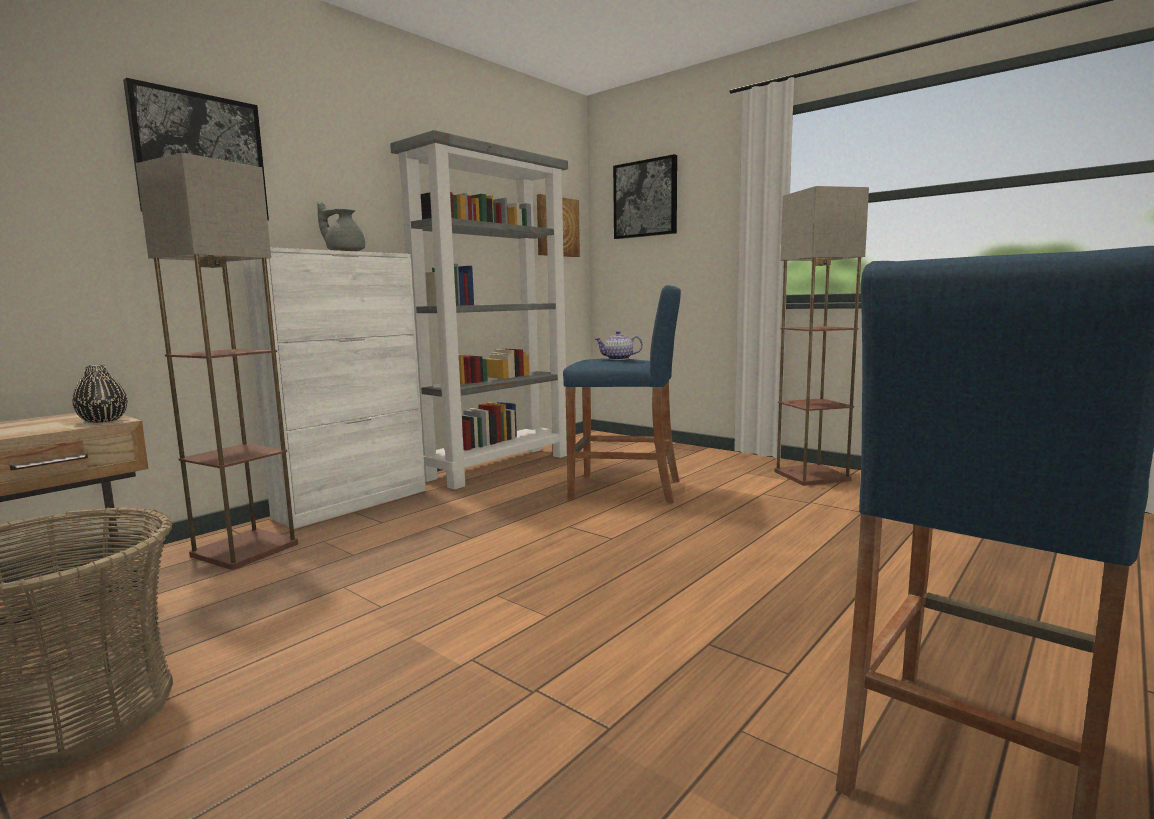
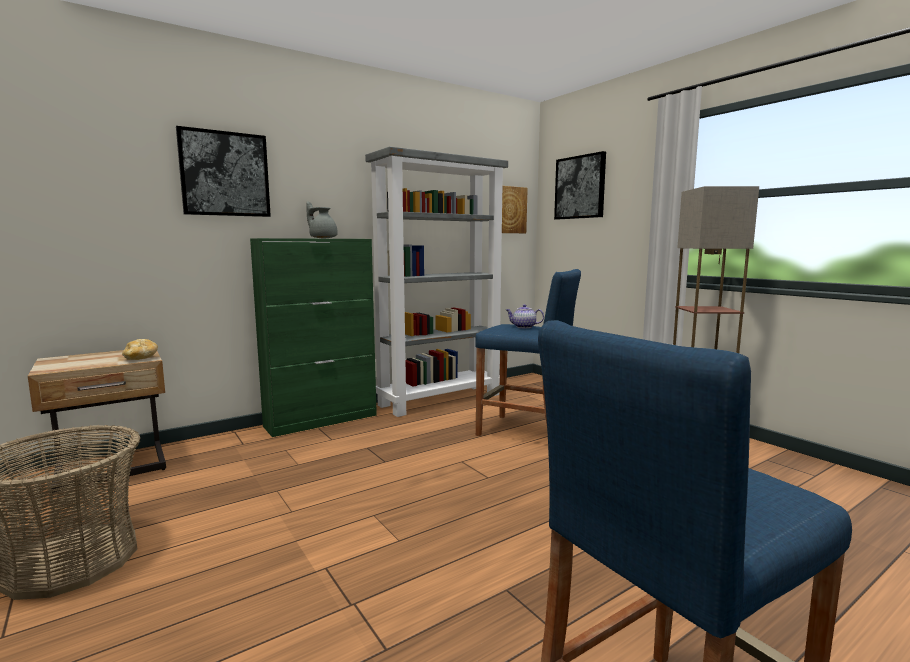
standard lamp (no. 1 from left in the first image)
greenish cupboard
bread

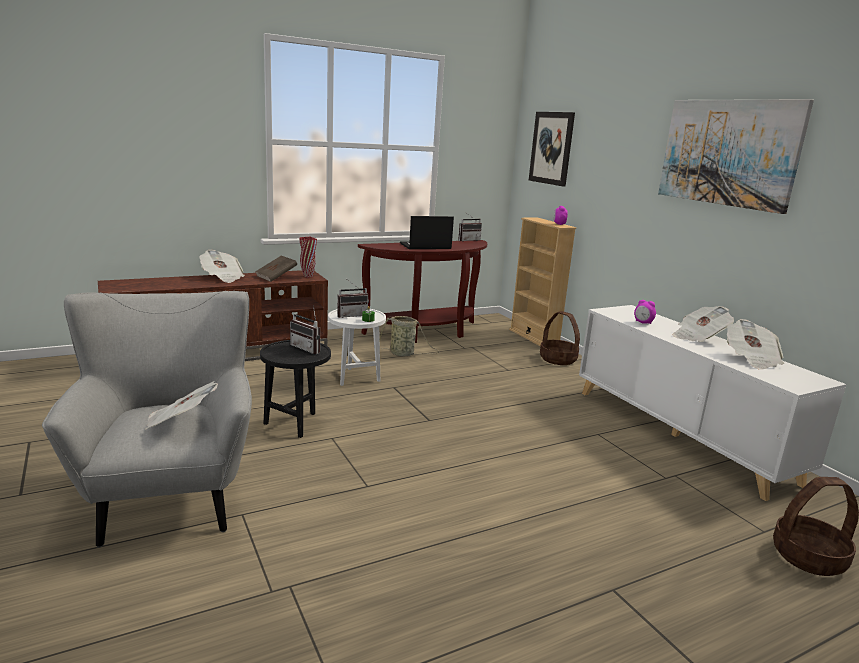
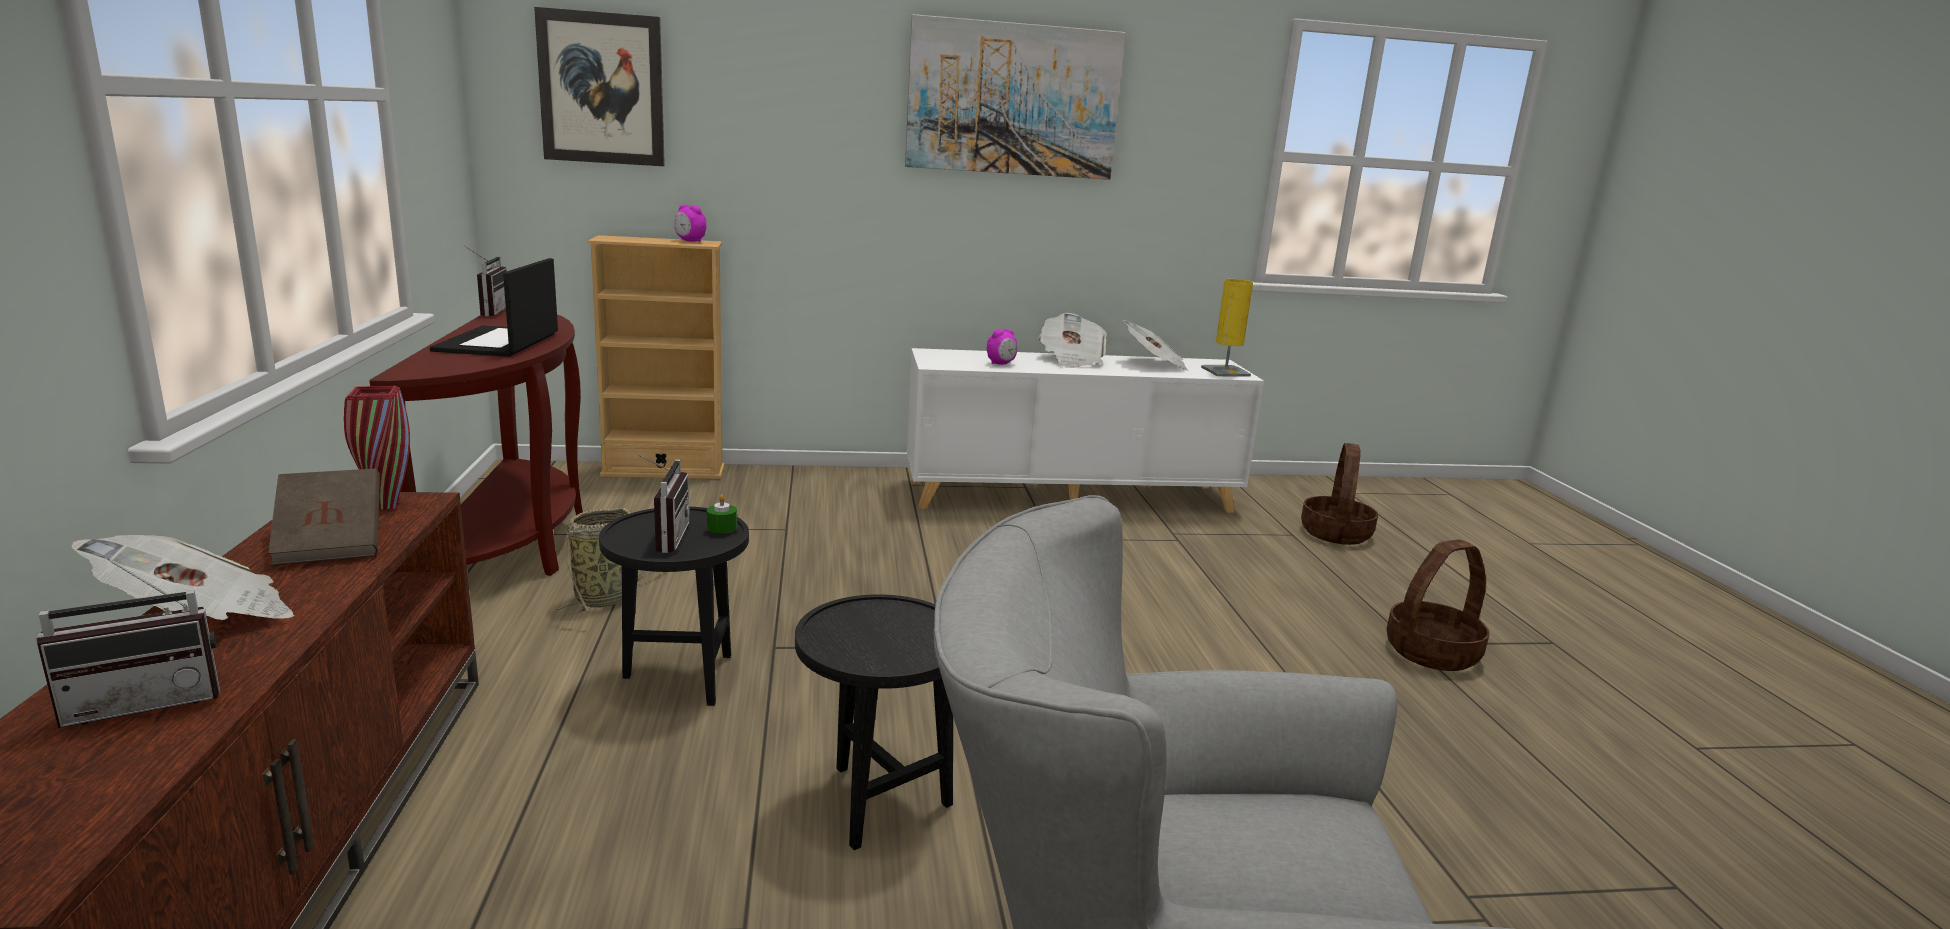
radio (no. 1 from left)
black-coloured accent table (no. 1 from left)
storage basket (no. 3 from left)
newspaper (no. 1 from left in the first image)
yellow-coloured tabletop lamp

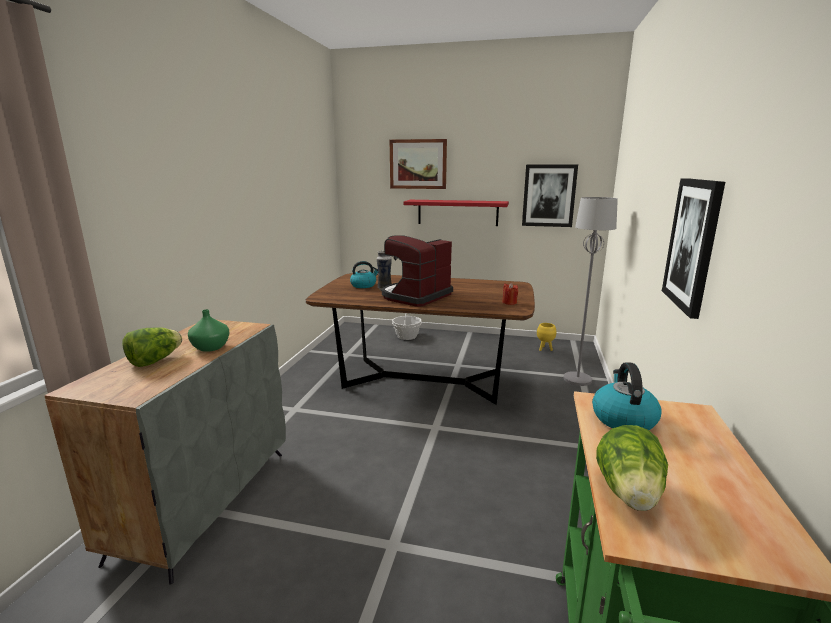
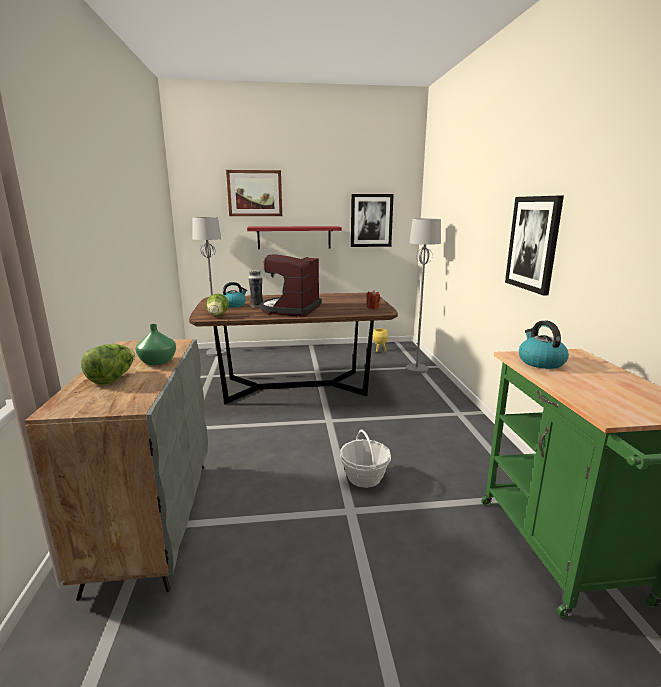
storage basket
lettuce head (no. 2 from left)
gray standard lamp (no. 1 from left)

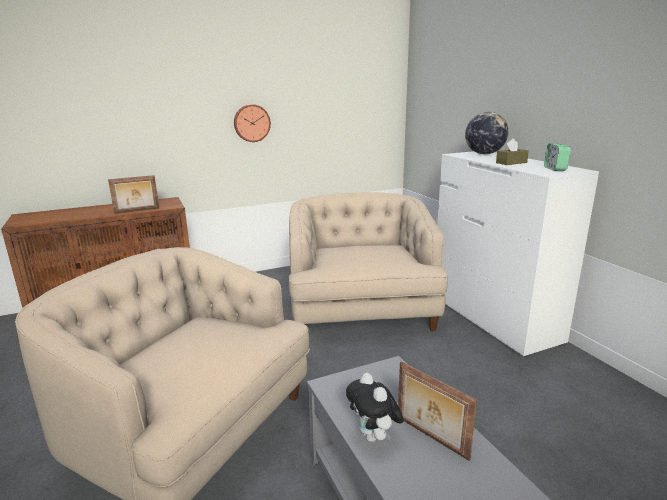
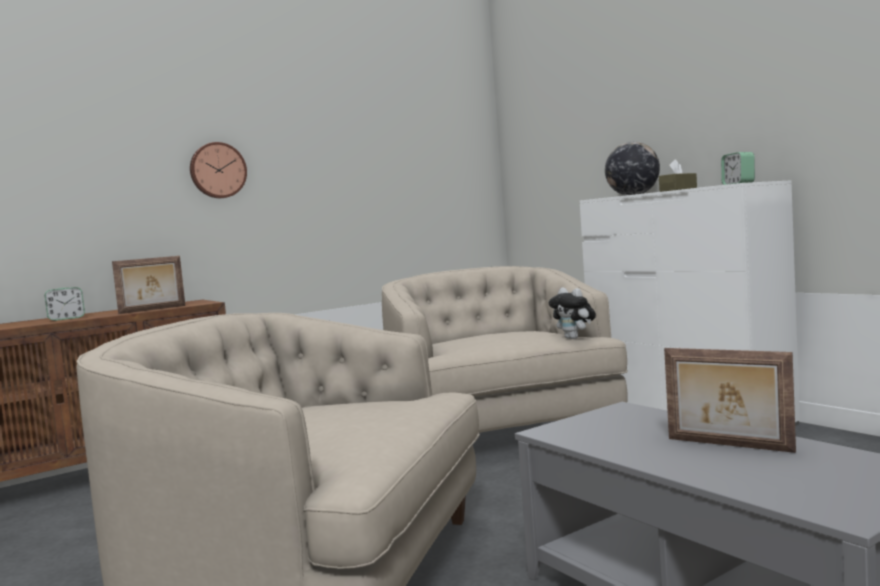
hanging clock
cuddly toy
alarm clock (no. 1 from left)

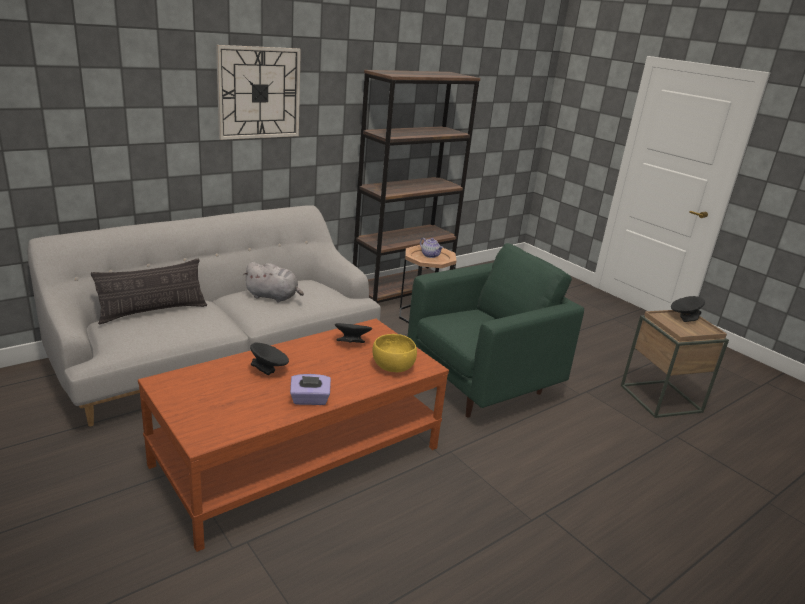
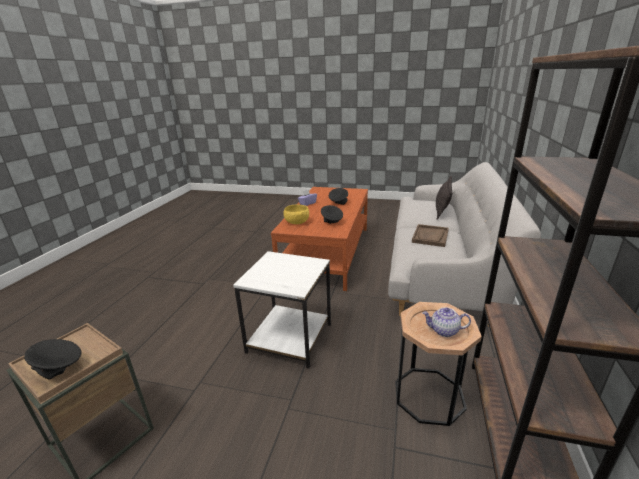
hanging clock
white-coloured accent table
brown-coloured tray

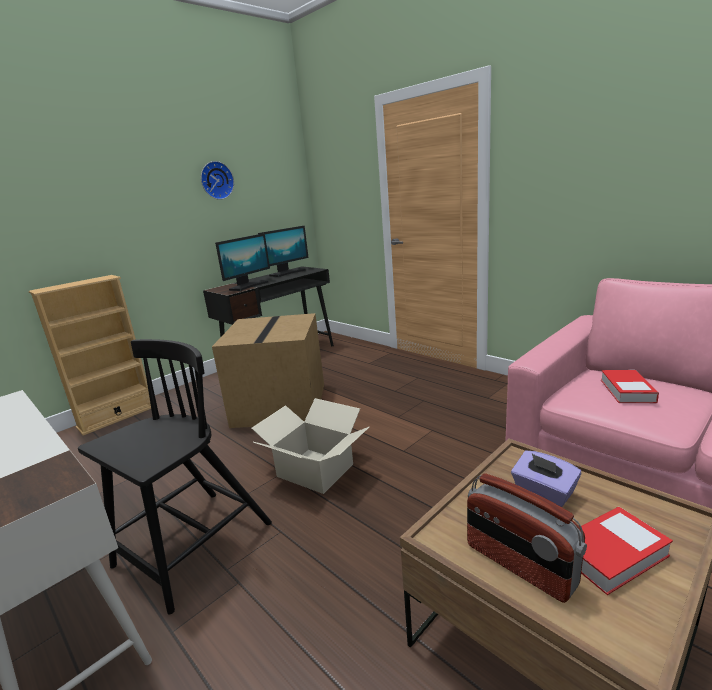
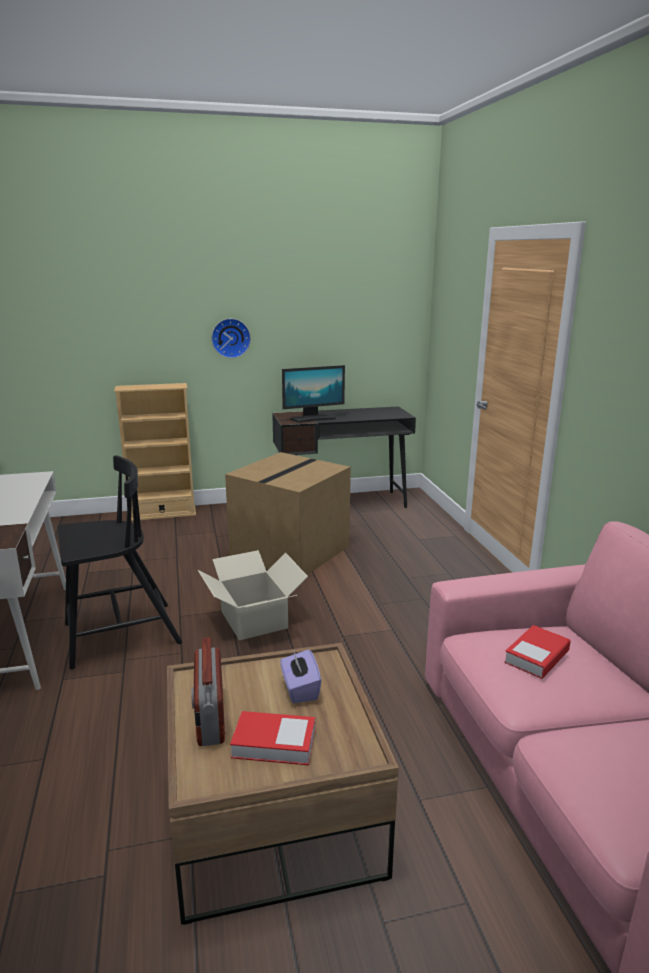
hanging clock
computer screen (no. 2 from left in the first image)

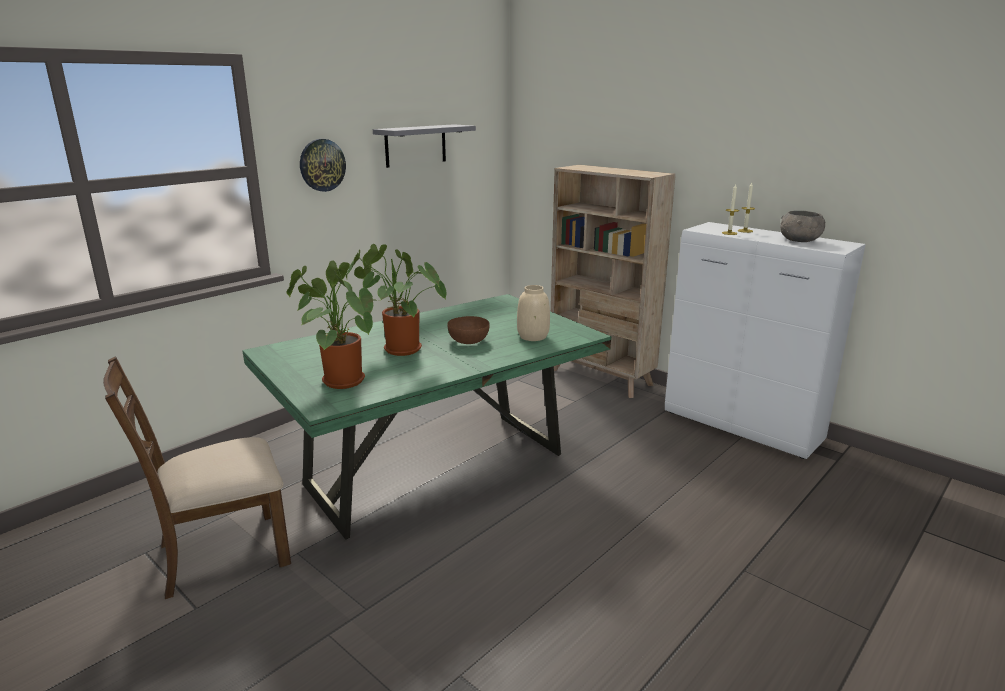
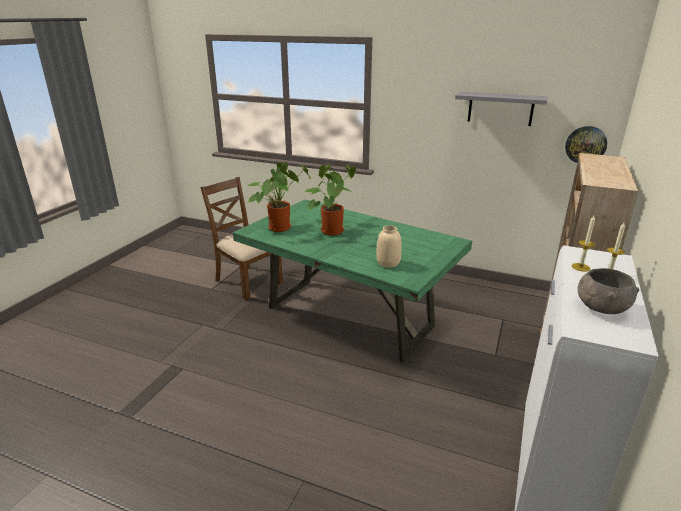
hanging clock
brown-coloured deep dish

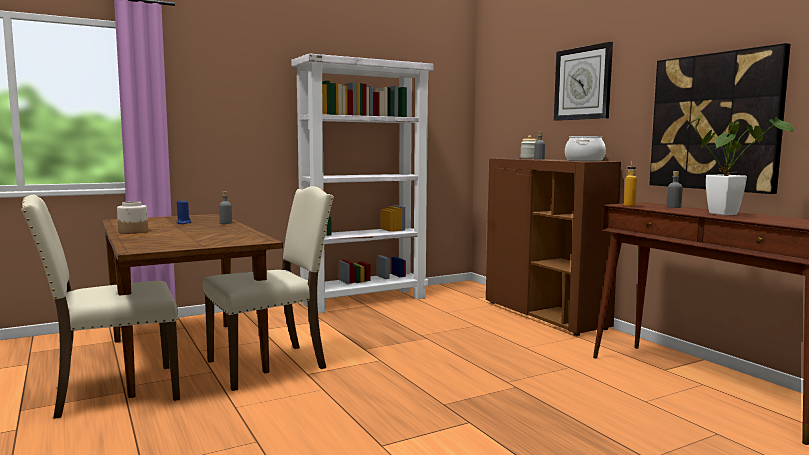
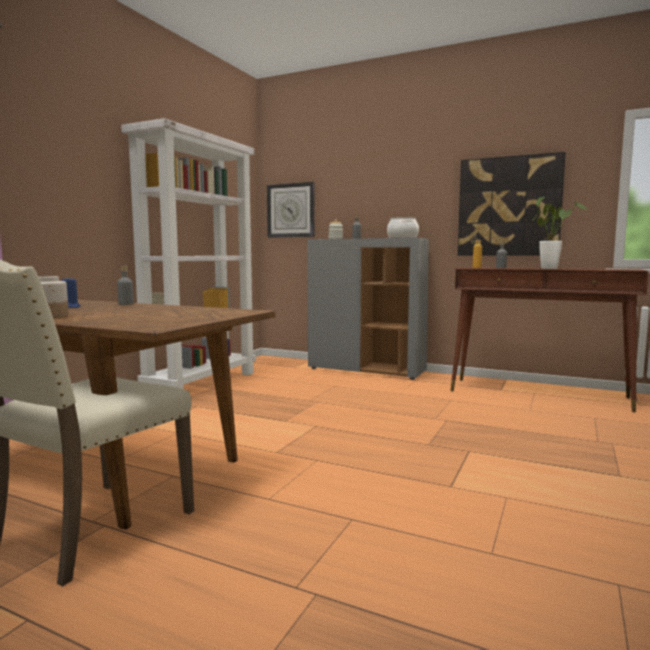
hanging clock
gray cupboard
sand-coloured chair (no. 2 from left in the first image)

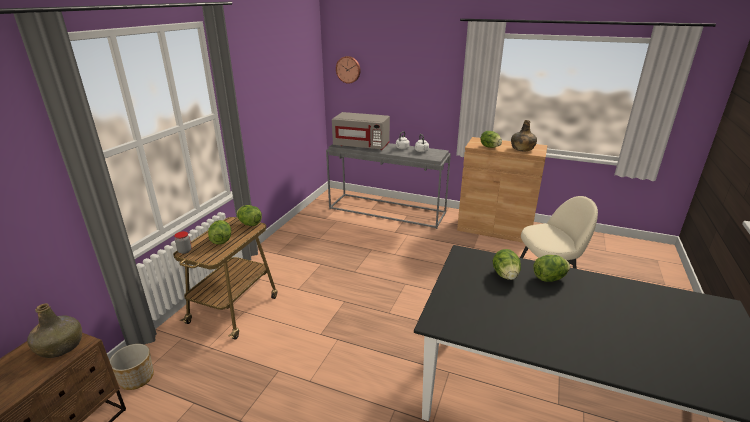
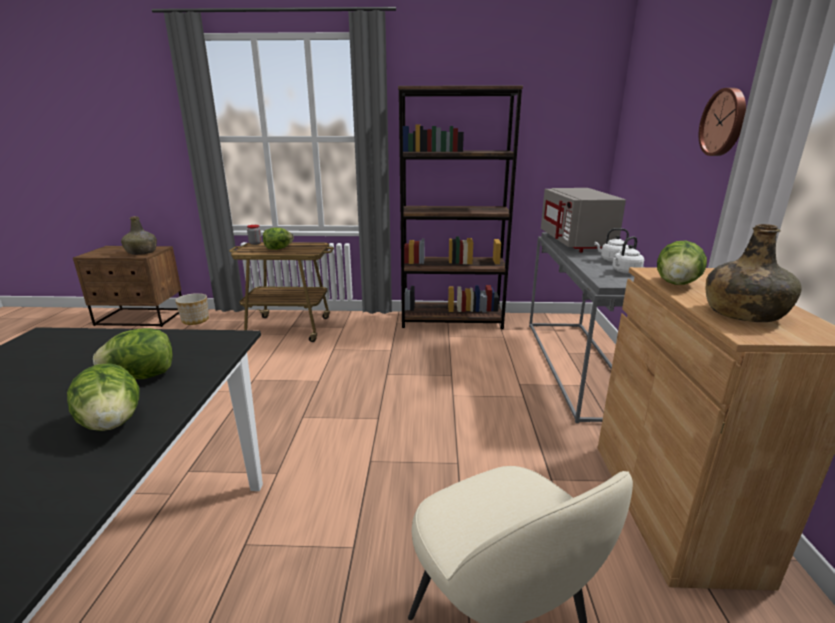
hanging clock
lettuce head (no. 2 from left in the first image)
brown-coloured bookshelf

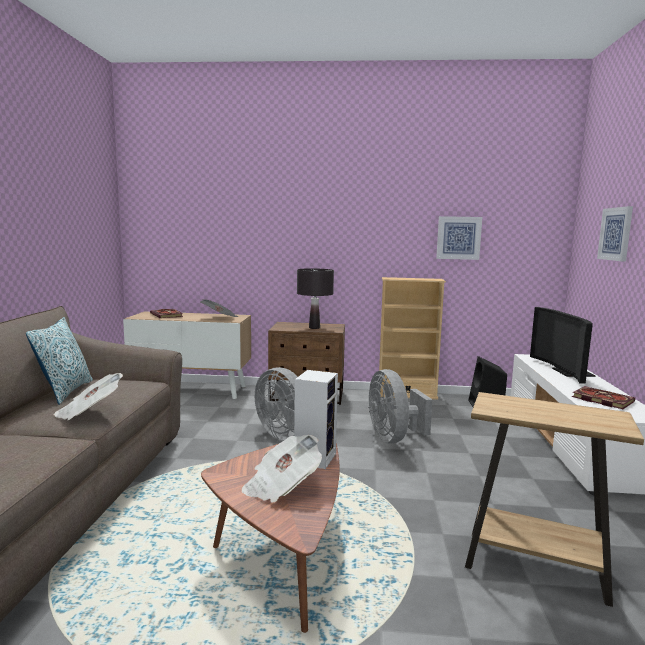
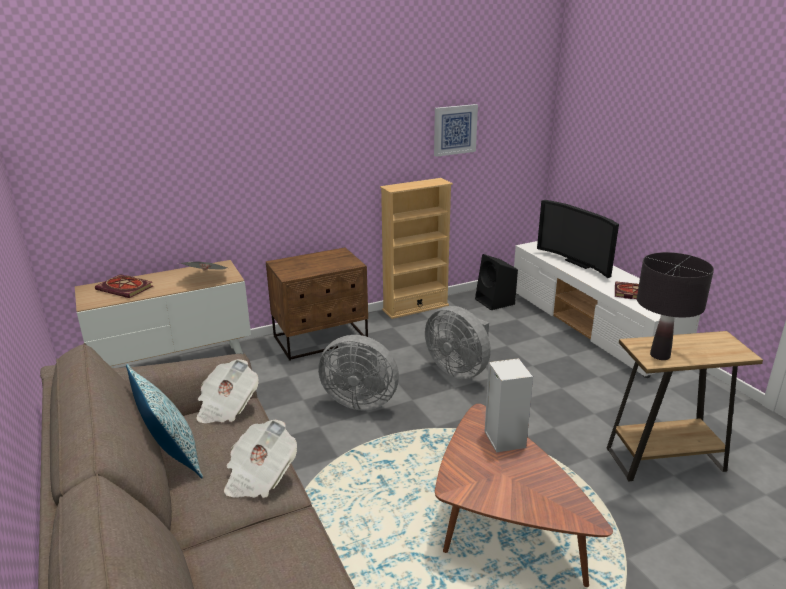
wall picture (no. 2 from left in the first image)
black-coloured tabletop lamp
newspaper (no. 2 from left)

